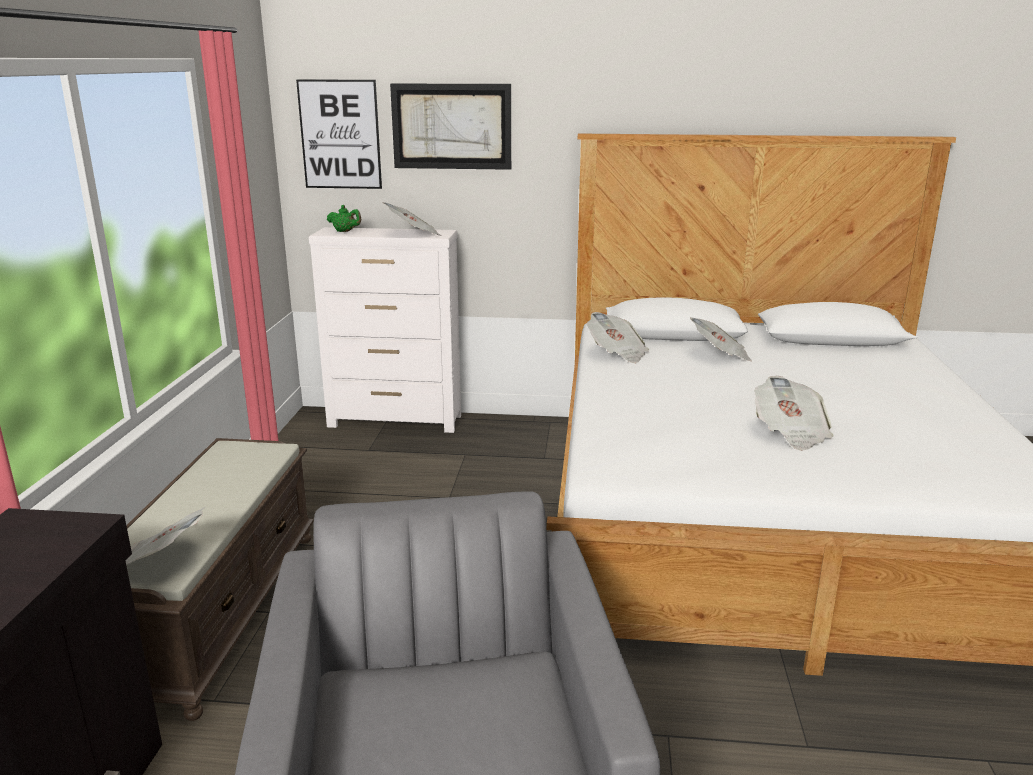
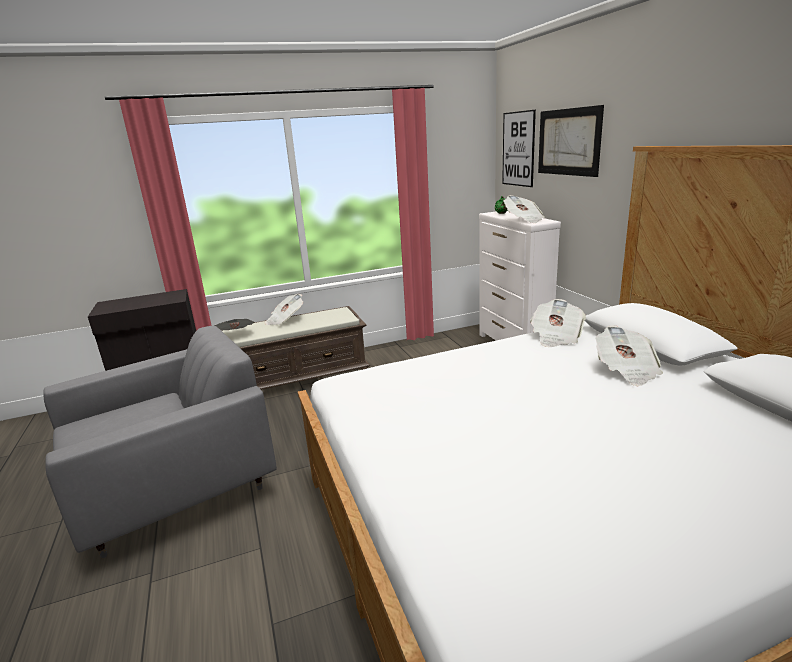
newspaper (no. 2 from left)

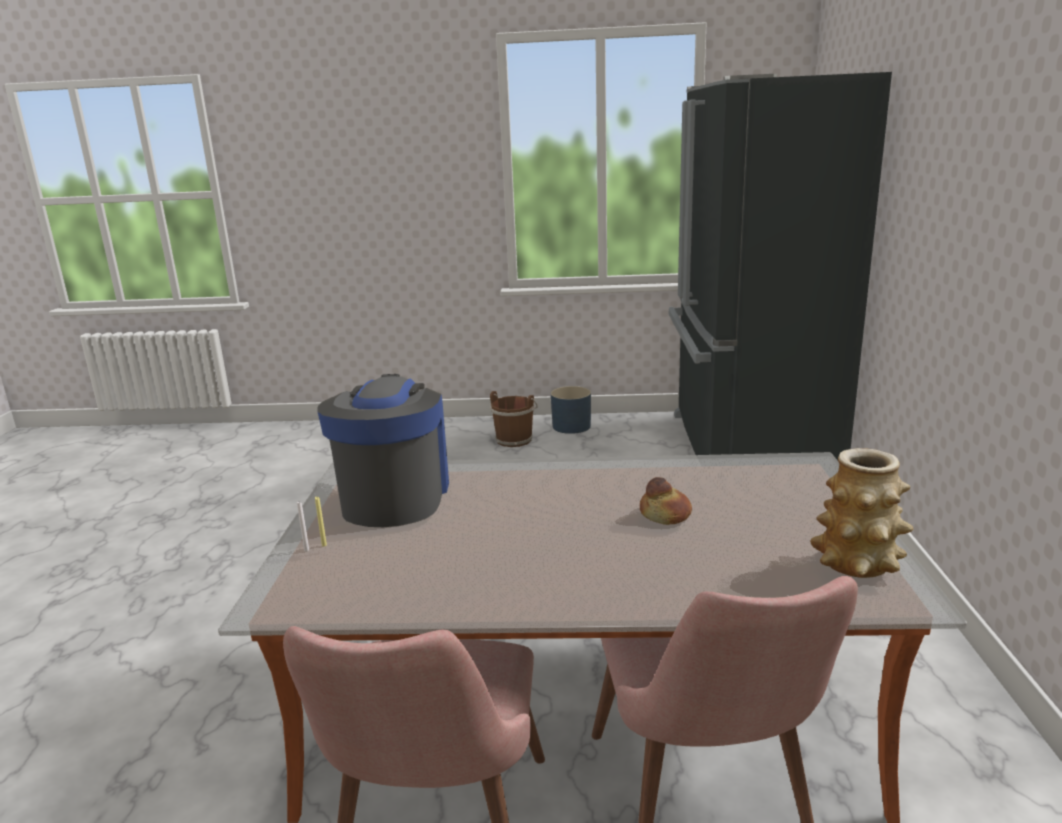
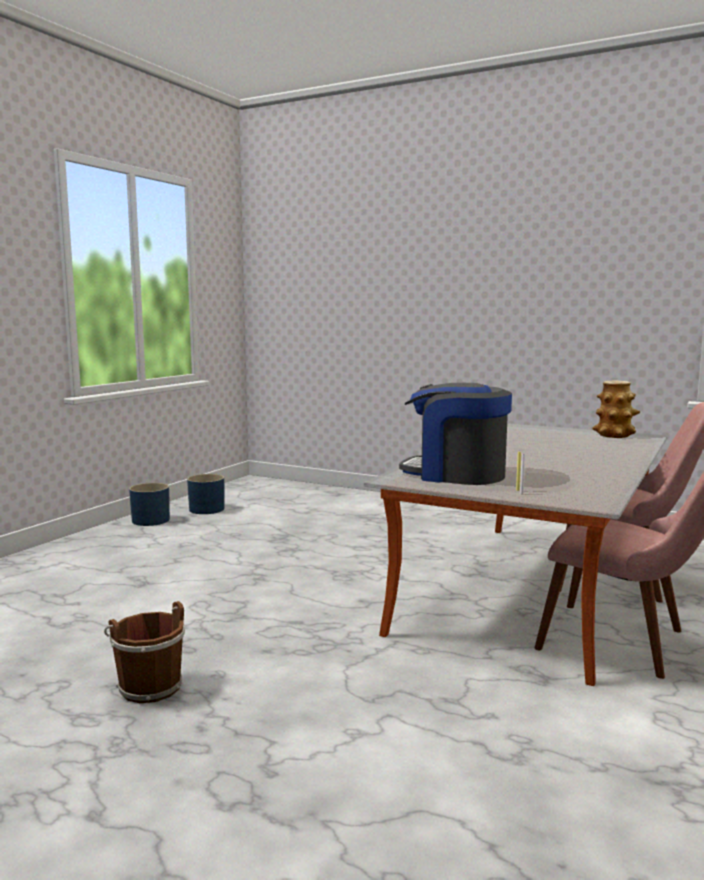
black-coloured refrigerator
brown-coloured pail
bread
bluish planter (no. 2 from left)

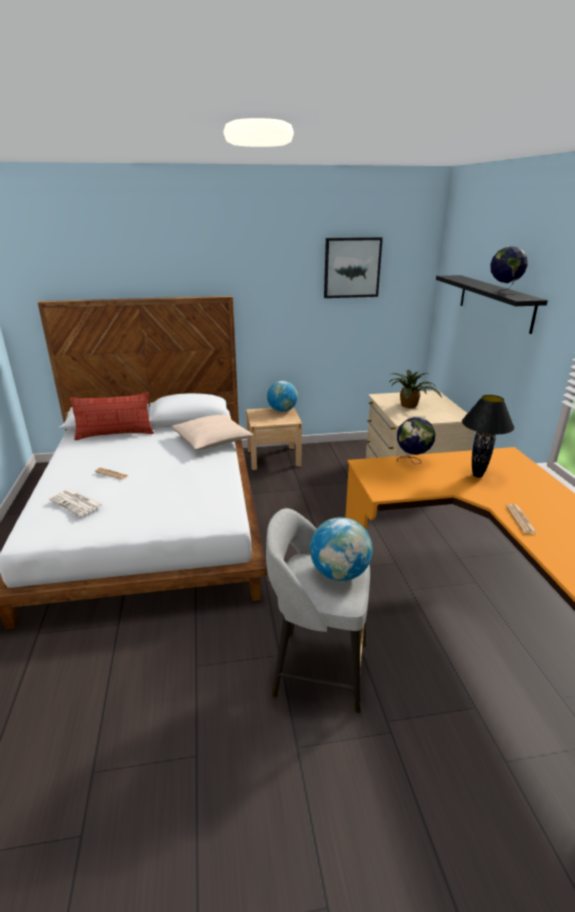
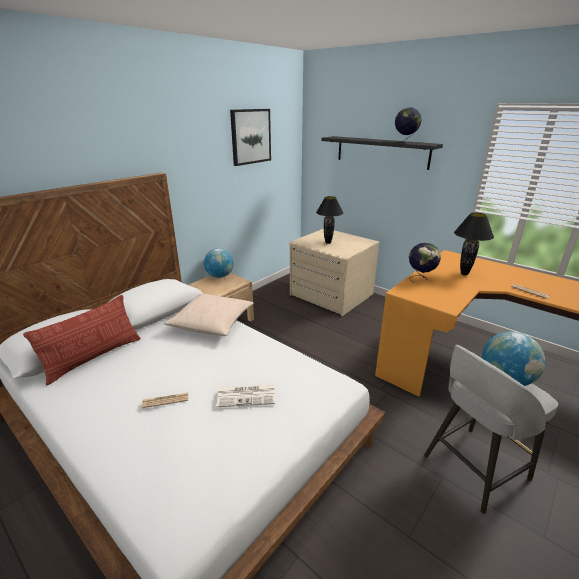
black-coloured tabletop lamp (no. 1 from left)
newspaper (no. 2 from left)

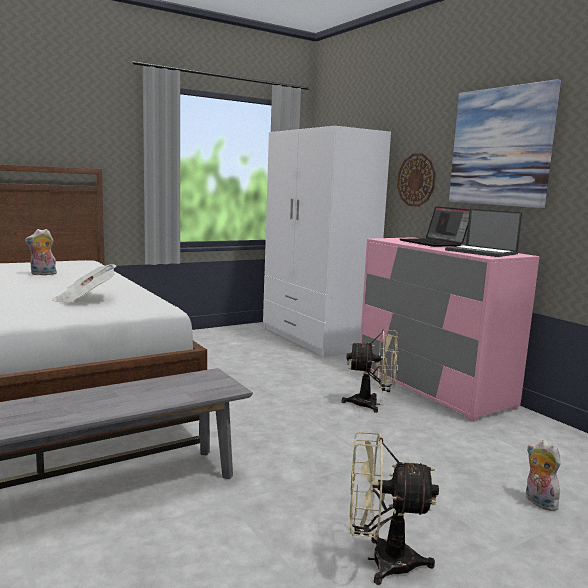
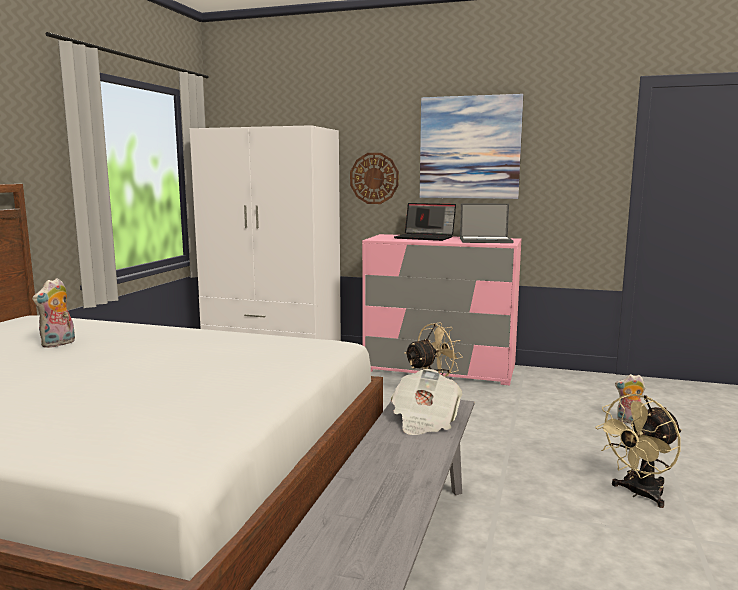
newspaper

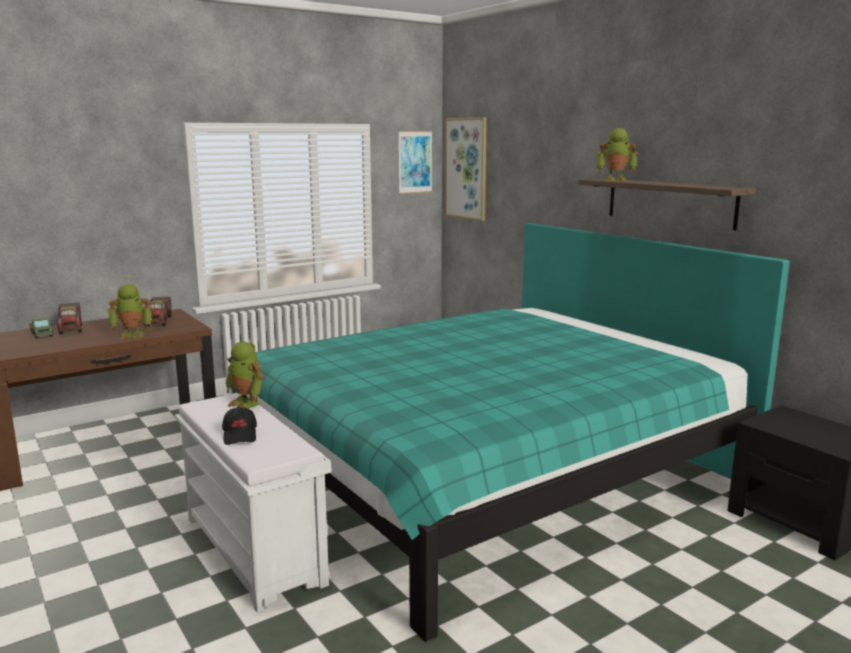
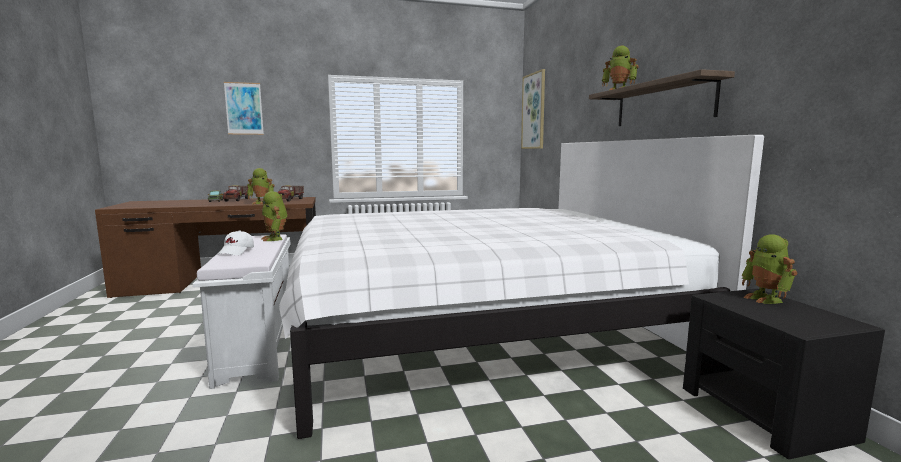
wall picture (no. 1 from left)
white-coloured bedroom bed
white-coloured baseball cap
robot figure (no. 4 from left)

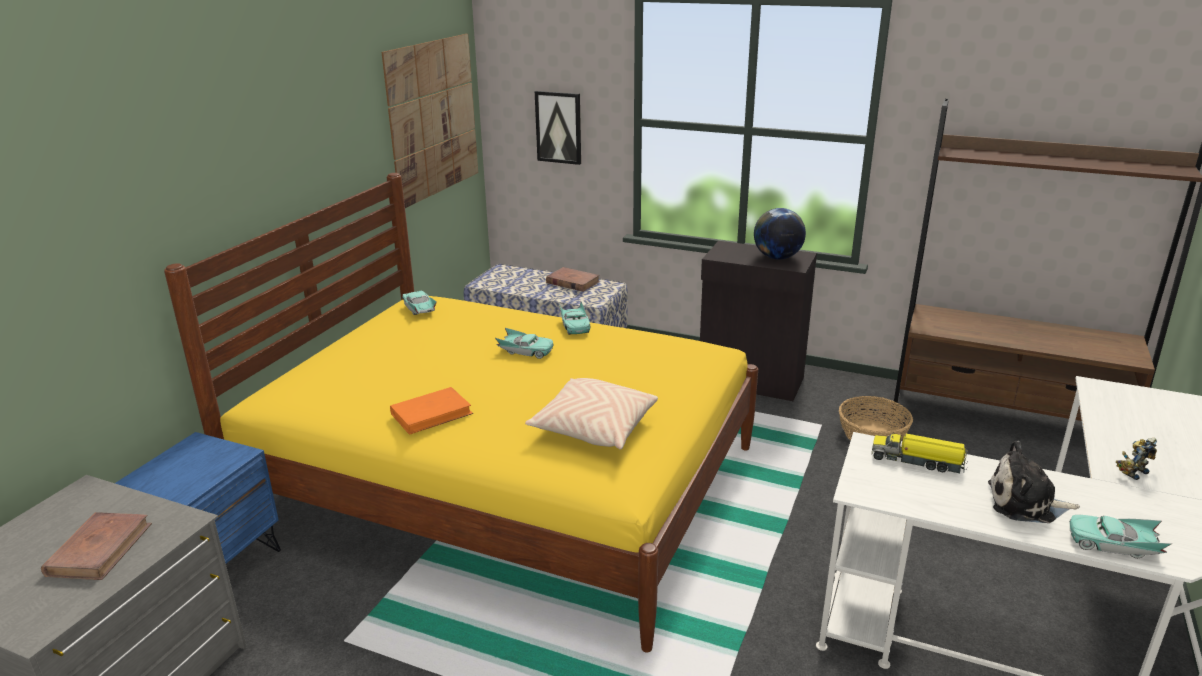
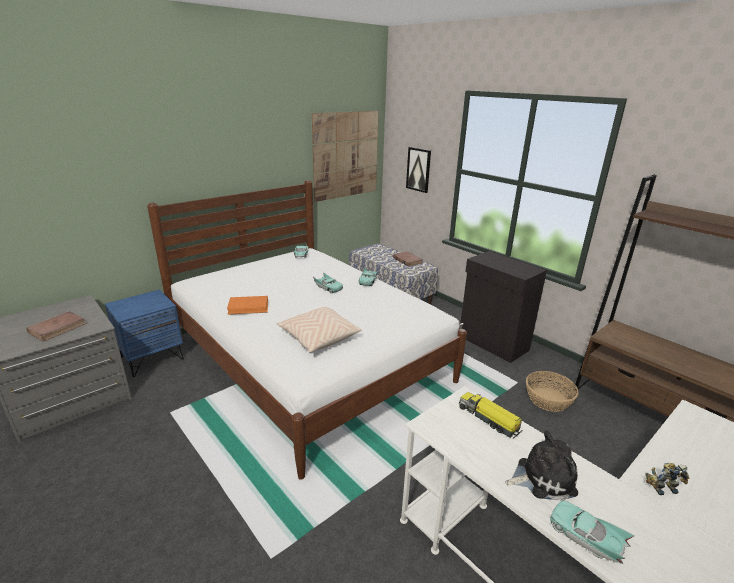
white-coloured bedroom bed
desk globe
cuddly toy

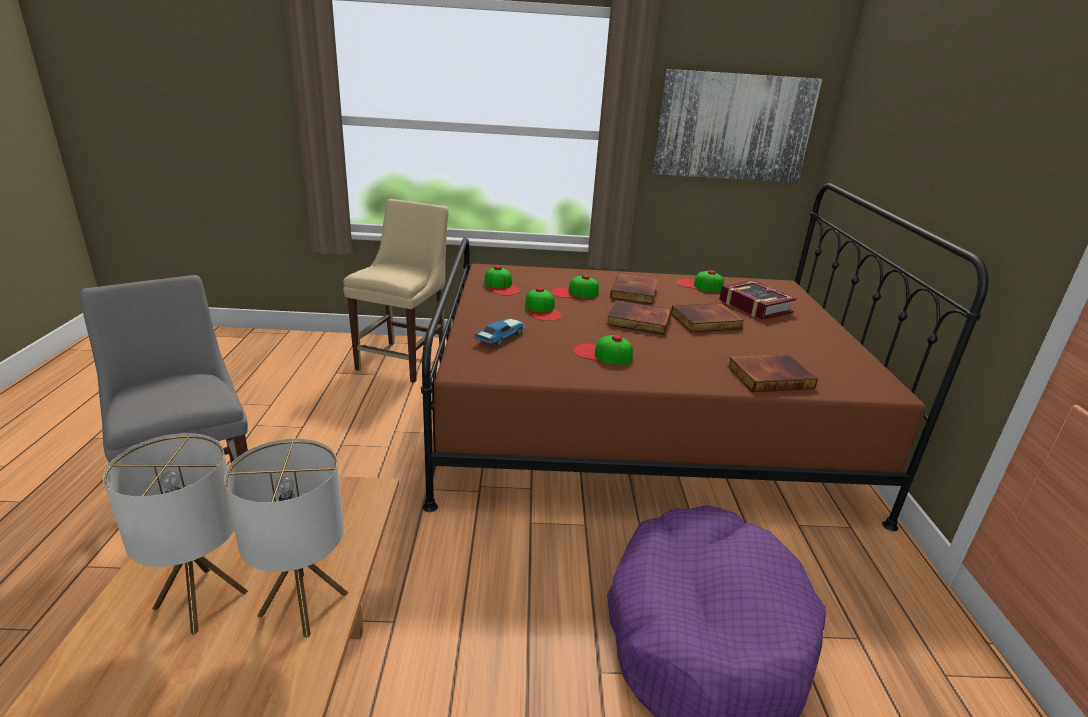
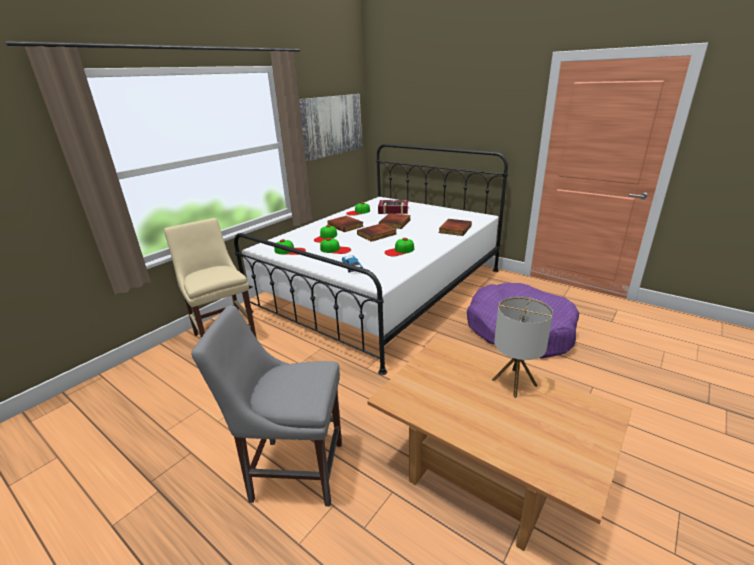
white-coloured bedroom bed
tabletop lamp (no. 1 from left in the first image)

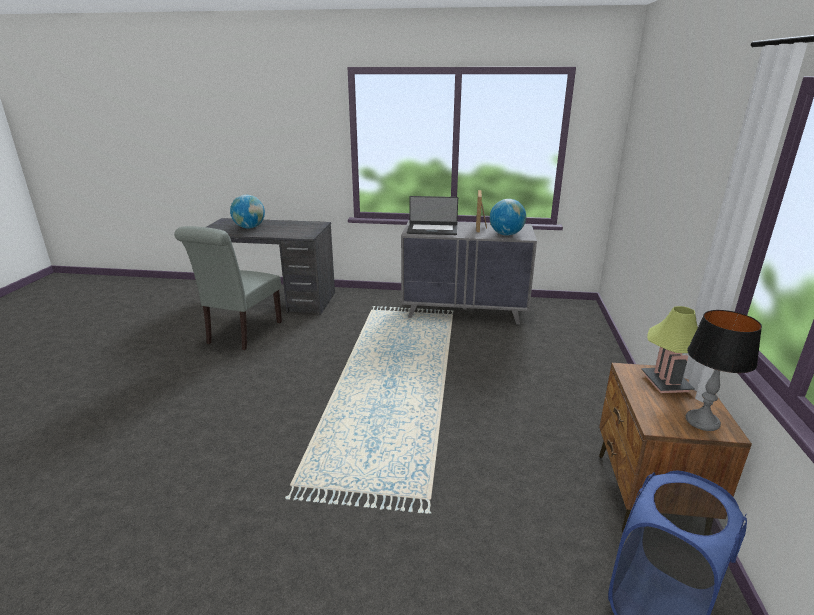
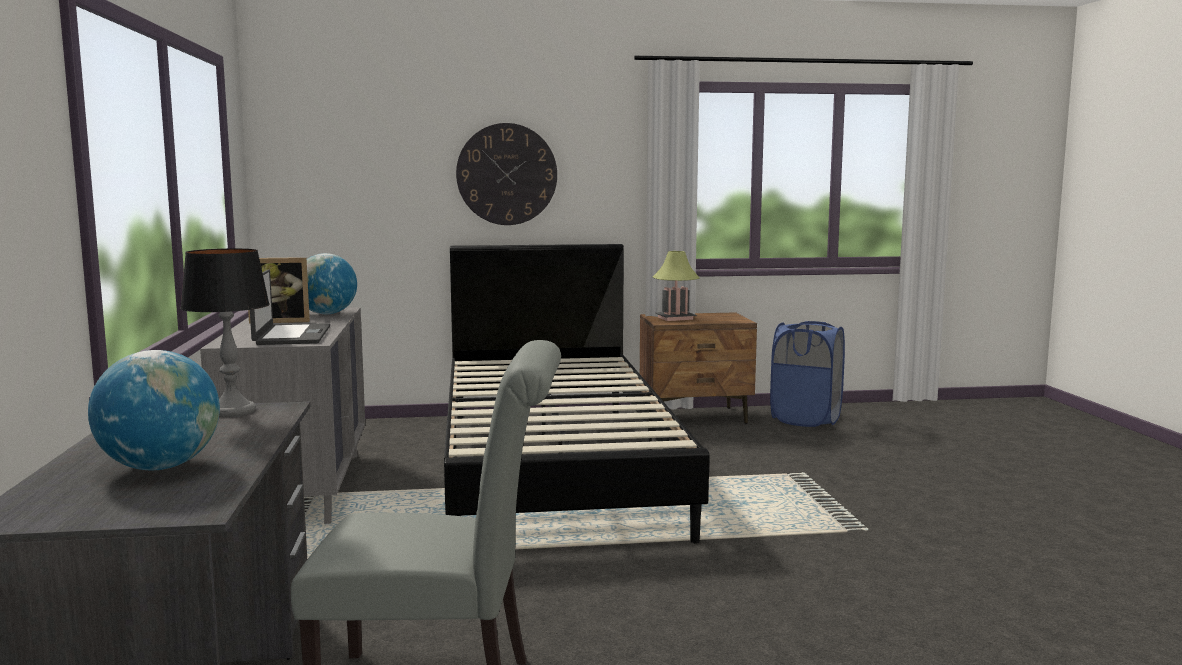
tabletop lamp (no. 1 from left)
hanging clock
black-coloured bedroom bed

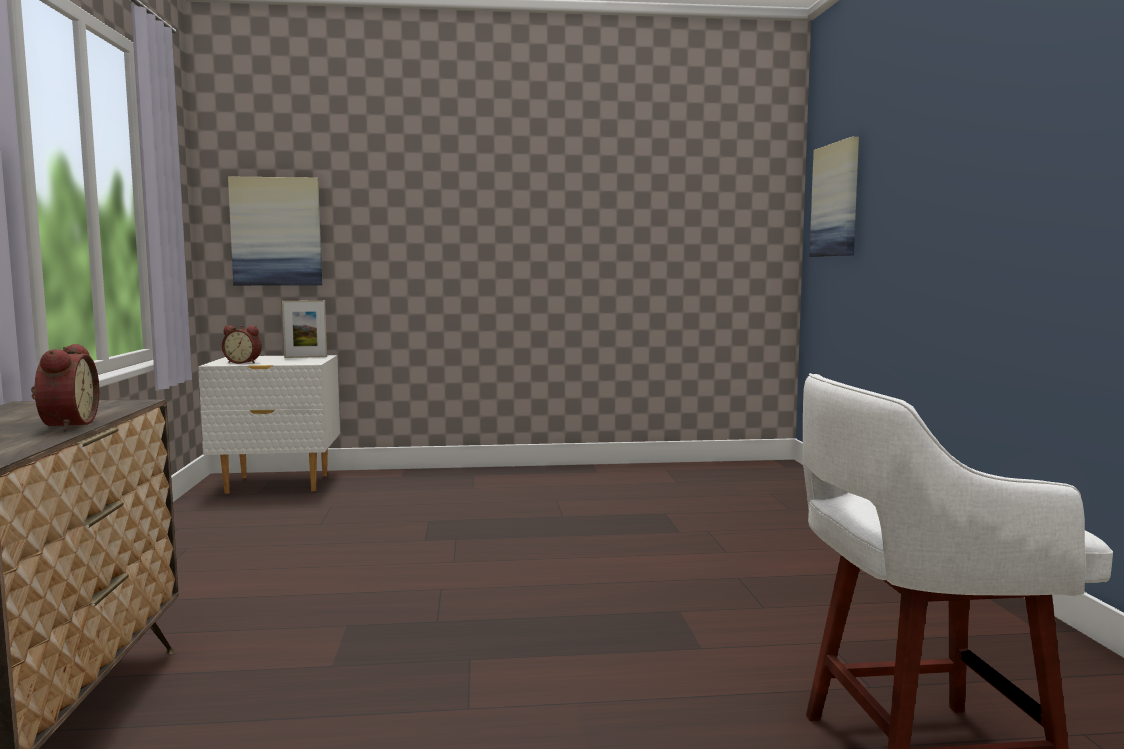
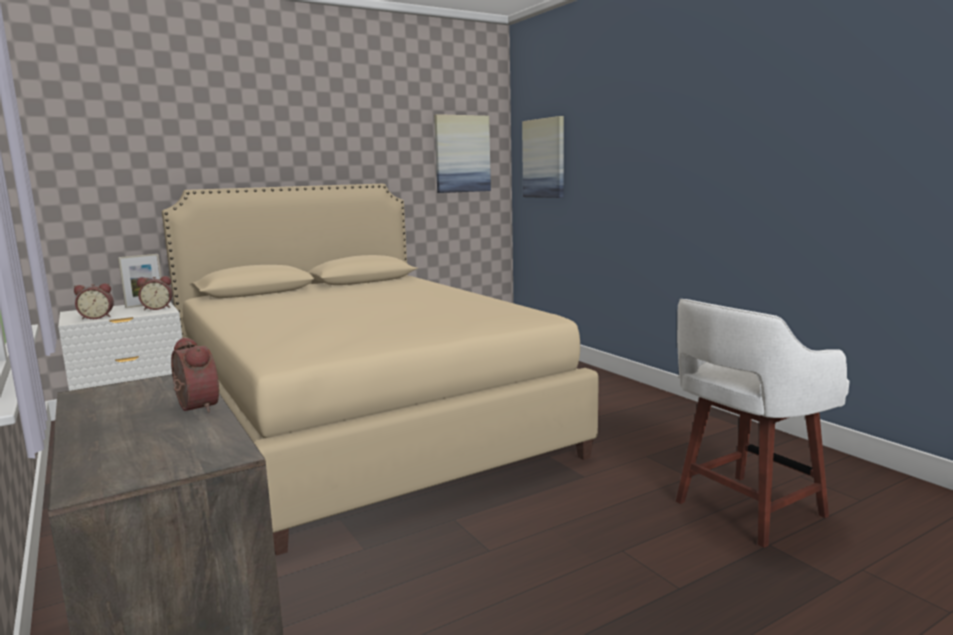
wall picture (no. 1 from left)
sand-coloured bedroom bed
alarm clock (no. 2 from left)

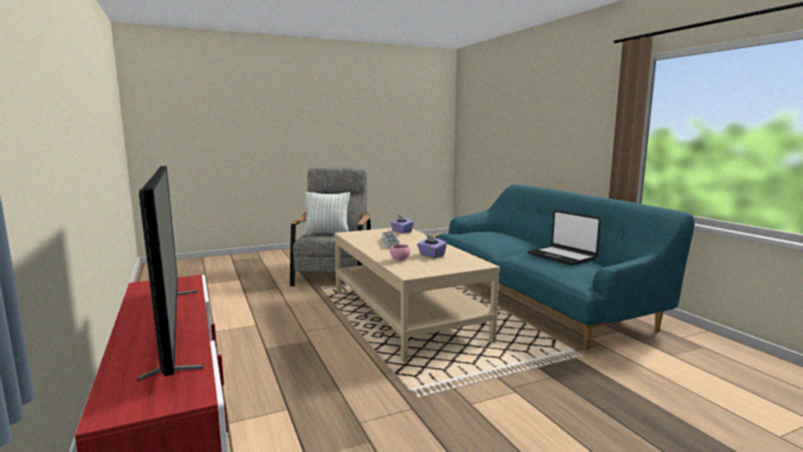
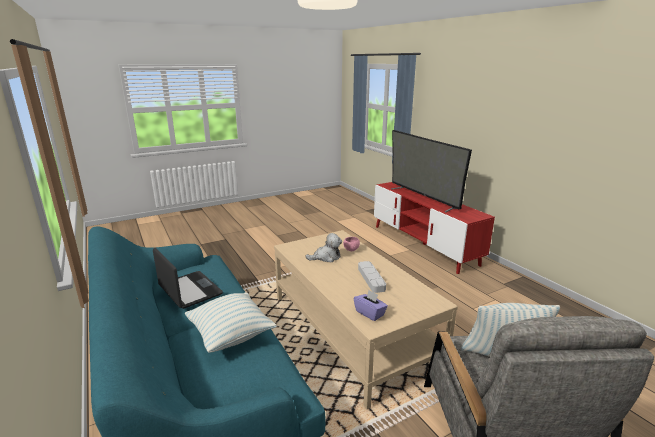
cuddly toy
pillow (no. 1 from left)

